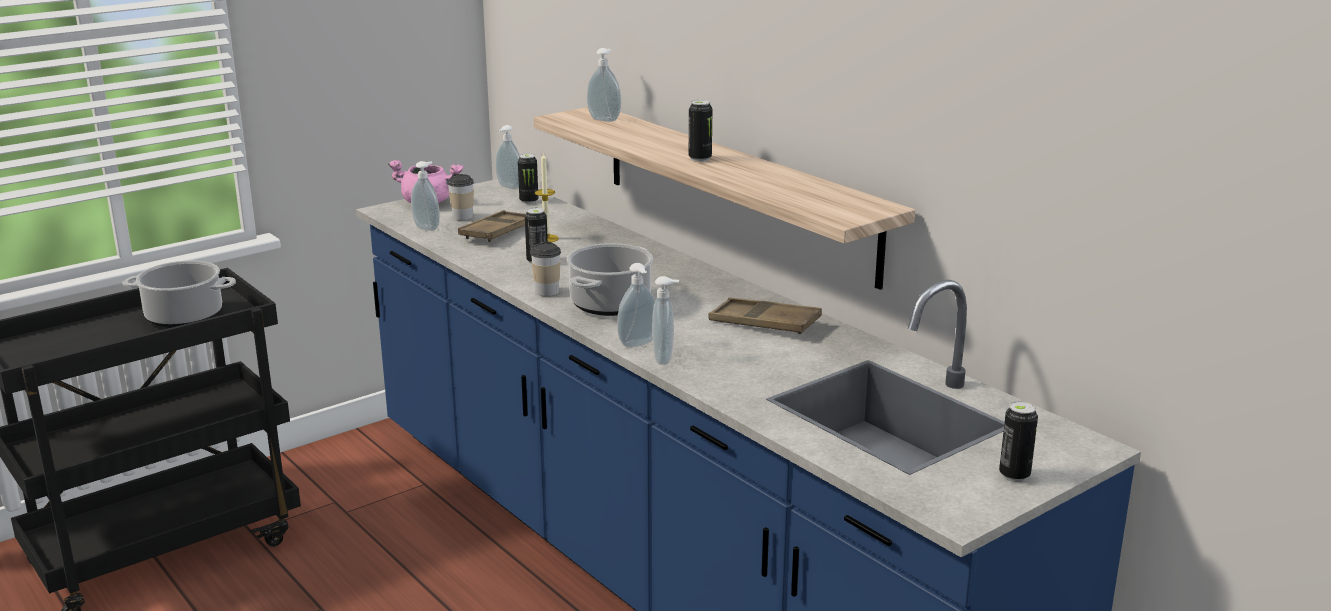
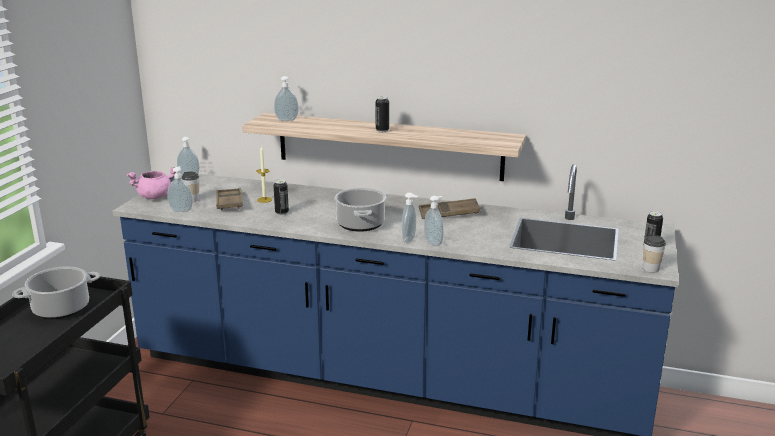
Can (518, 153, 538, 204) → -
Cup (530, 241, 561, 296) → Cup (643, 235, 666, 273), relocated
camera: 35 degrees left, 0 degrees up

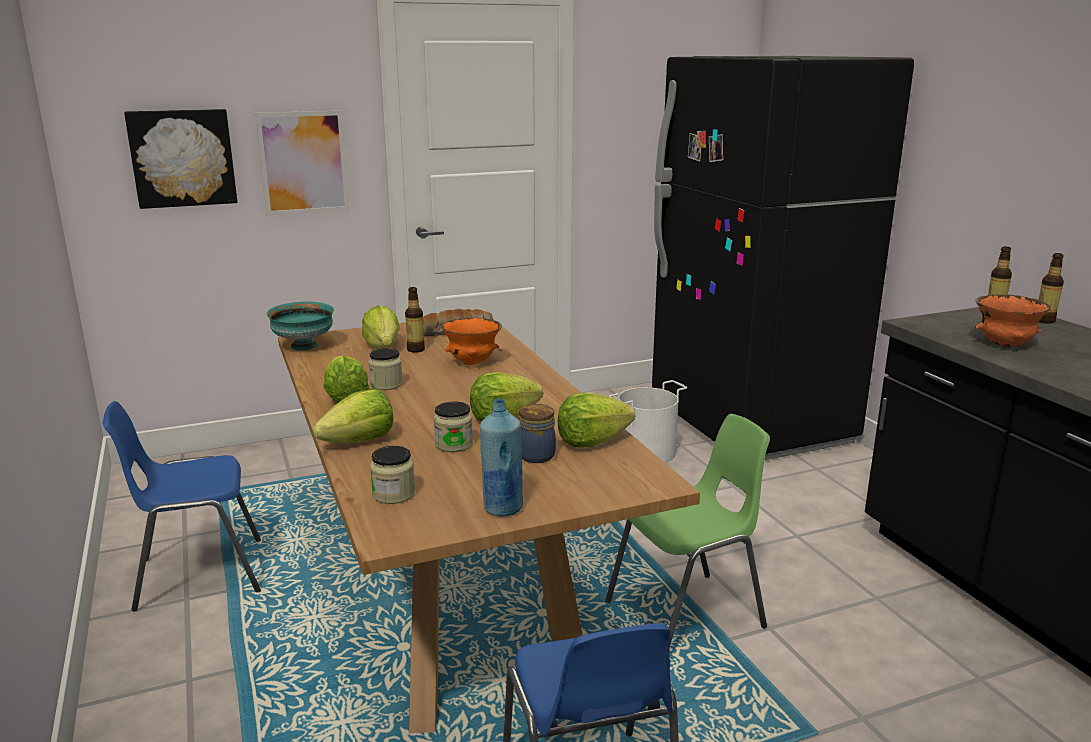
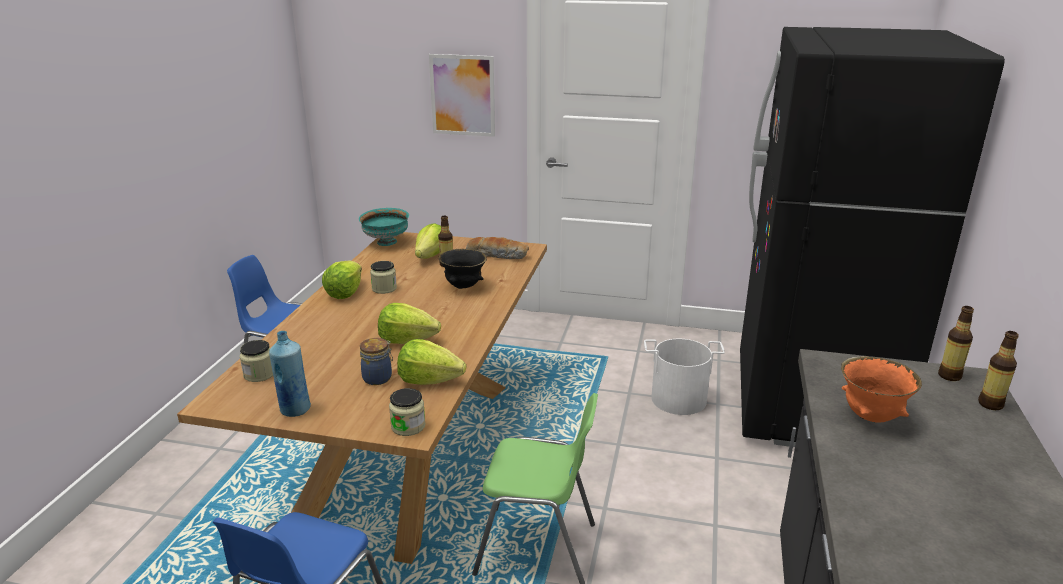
Picture (124, 109, 237, 209) → -
Lettuce (313, 389, 393, 443) → -
Jar (434, 402, 473, 452) → Jar (389, 388, 425, 436), relocated
OrangeBowl (442, 317, 502, 365) → BlackBowl (438, 249, 487, 289)
camera: 35 degrees right, 5 degrees up

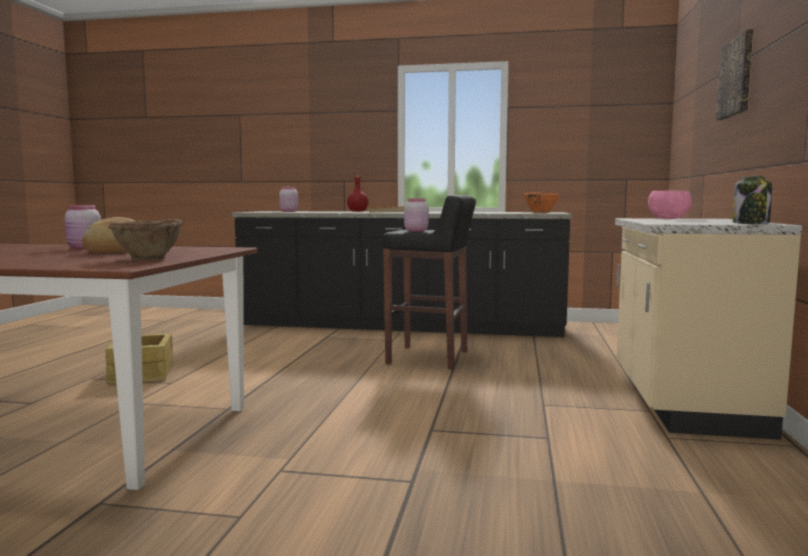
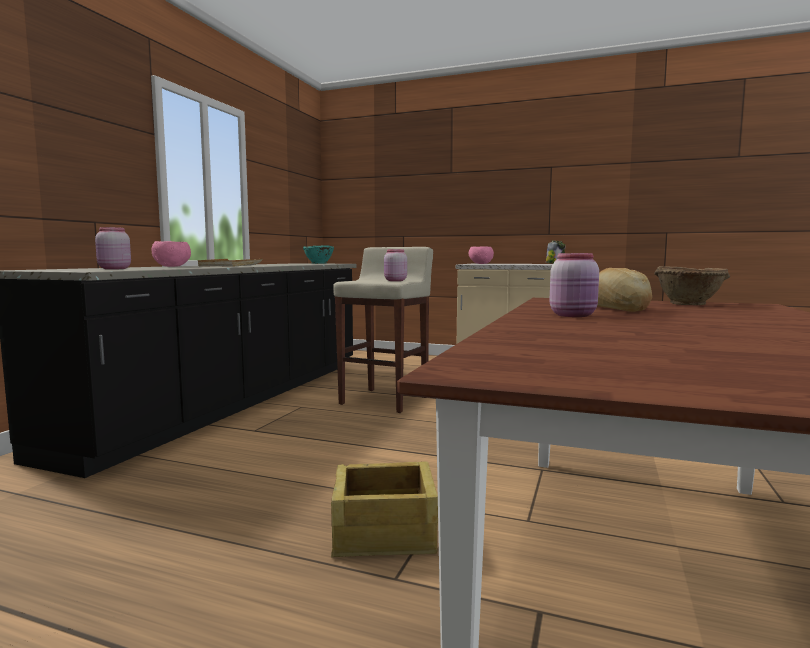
Picture (716, 29, 754, 120) → -
RedBottle (347, 174, 368, 212) → PinkBowl (152, 241, 191, 267)
BlackStool (382, 195, 476, 370) → BeigeStool (333, 247, 433, 413)
OrangeBowl (524, 192, 560, 213) → TurquoiseBowl (303, 245, 334, 264)
camera: 80 degrees left, 0 degrees up

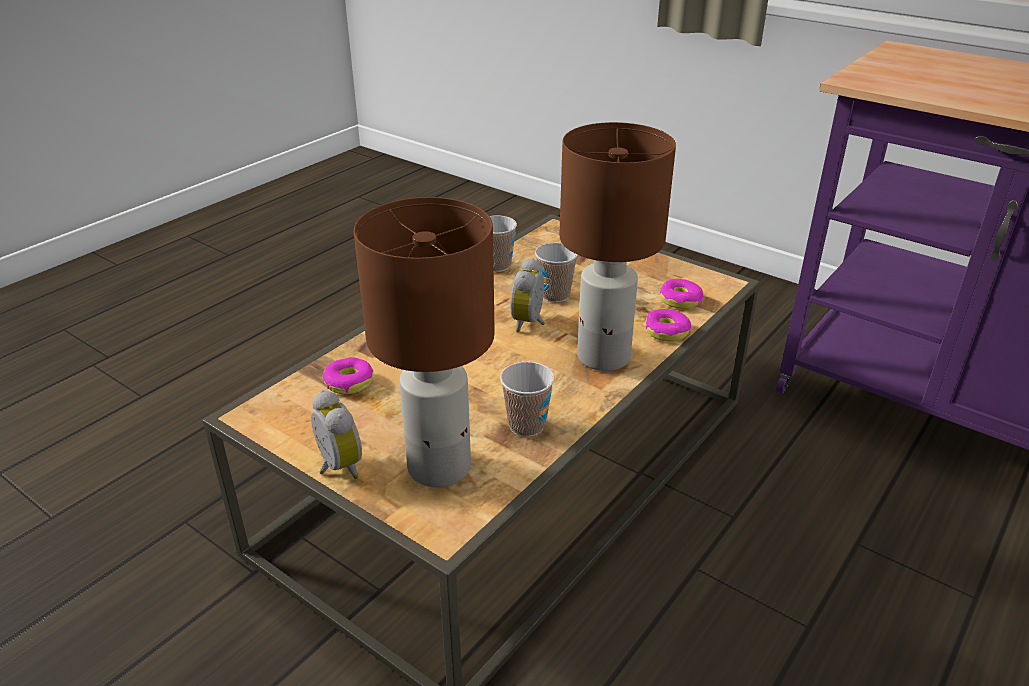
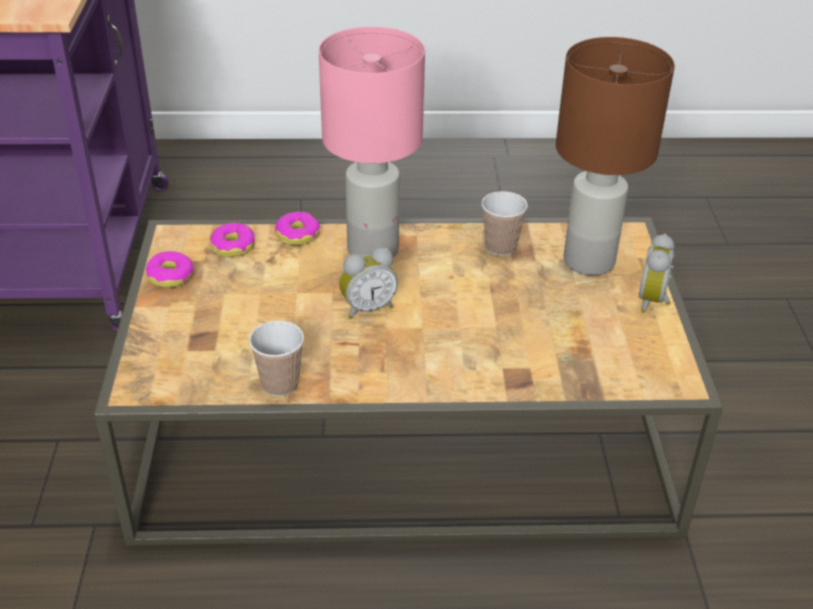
Cup (535, 242, 578, 302) → -
Donut (323, 357, 373, 394) → Donut (146, 251, 194, 288), relocated
BrownTableLamp (559, 122, 676, 371) → PinkTableLamp (319, 27, 425, 258)
camera: 130 degrees left, 5 degrees up

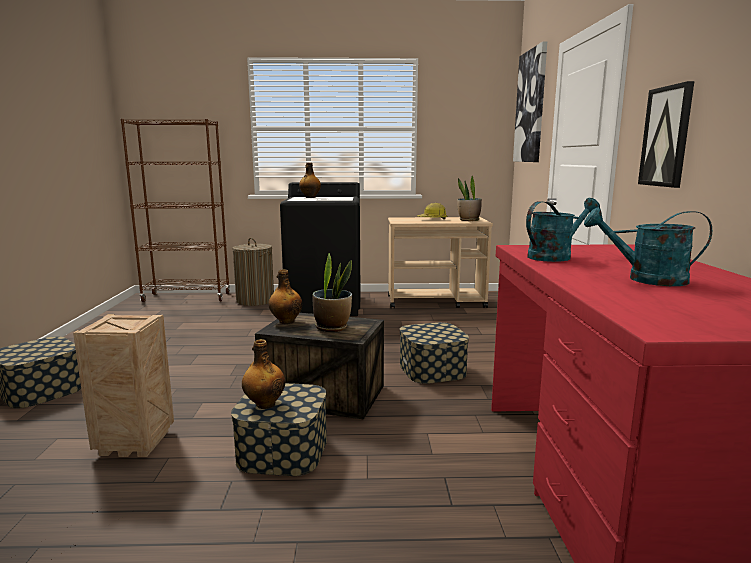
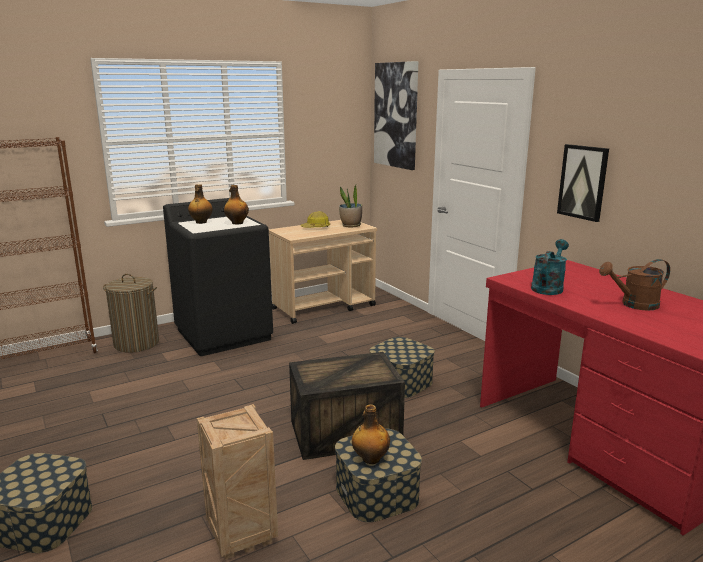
PottedPlant (313, 253, 352, 332) → -
Bottle (268, 269, 302, 324) → Bottle (224, 185, 249, 224), relocated
TurquoiseWateringCan (584, 207, 712, 286) → BrownWateringCan (599, 259, 670, 311)
camera: 30 degrees left, 5 degrees up

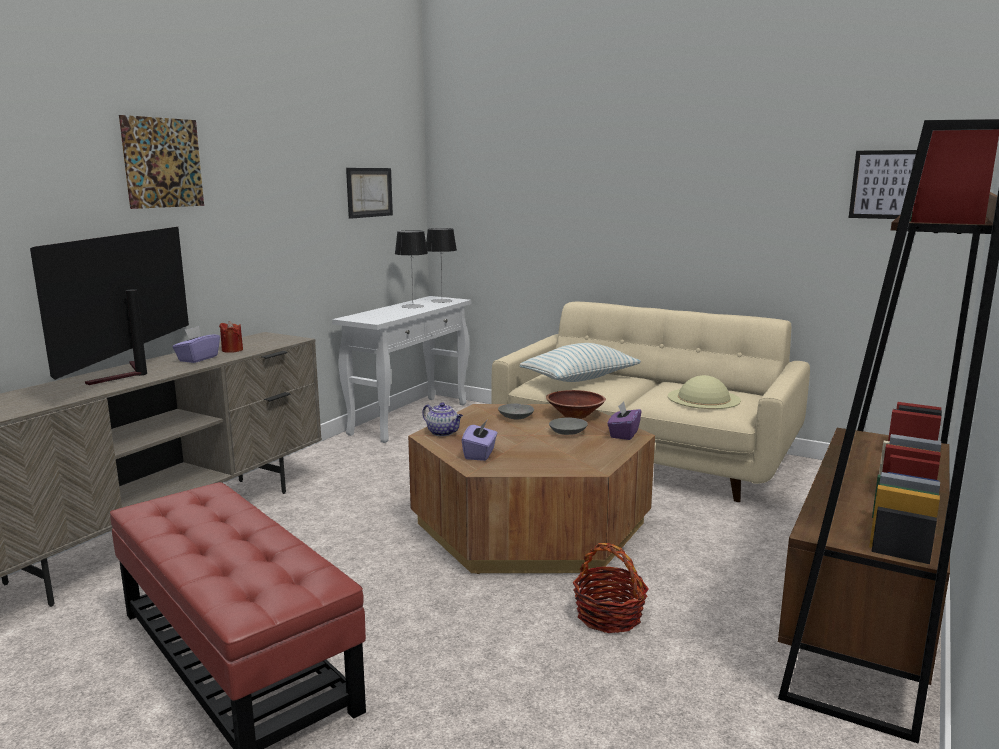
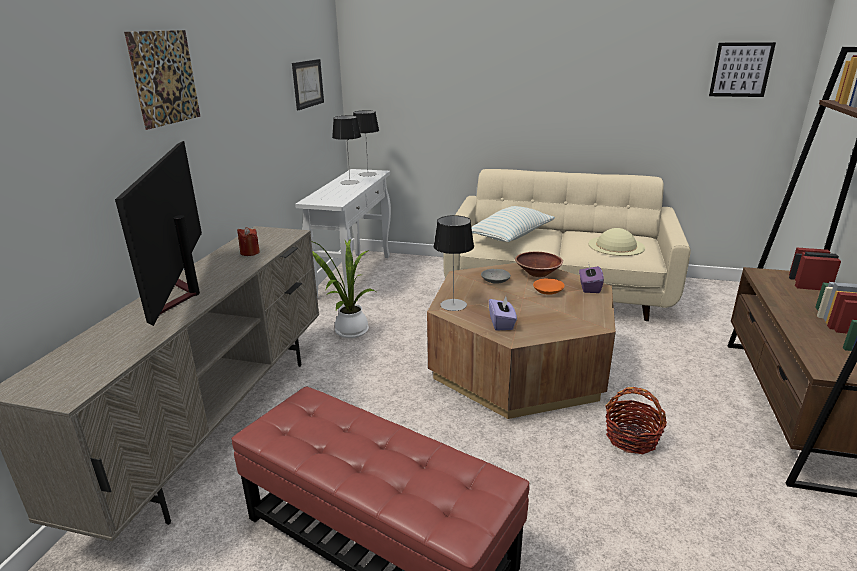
PurpleTissueBox (172, 326, 220, 363) → -
- → PottedPlant (311, 239, 376, 338)
Teapot (422, 402, 463, 436) → TableLamp (433, 215, 474, 311)
GreyBowl (549, 418, 588, 435) → OrangeBowl (533, 278, 565, 295)
camera: 15 degrees left, 10 degrees up

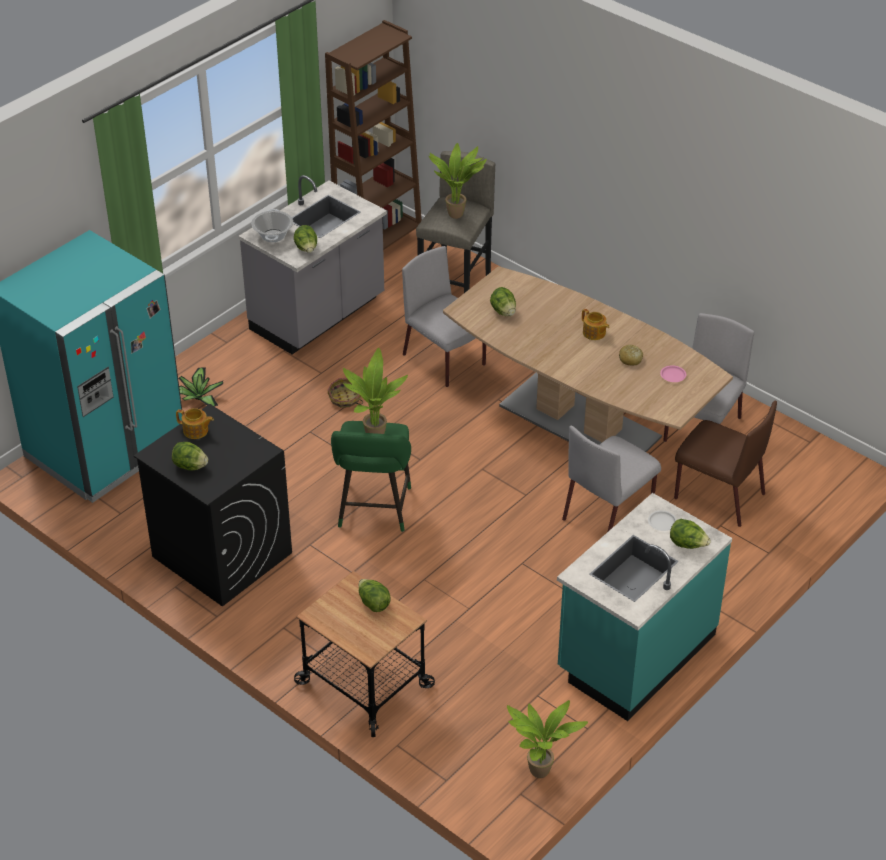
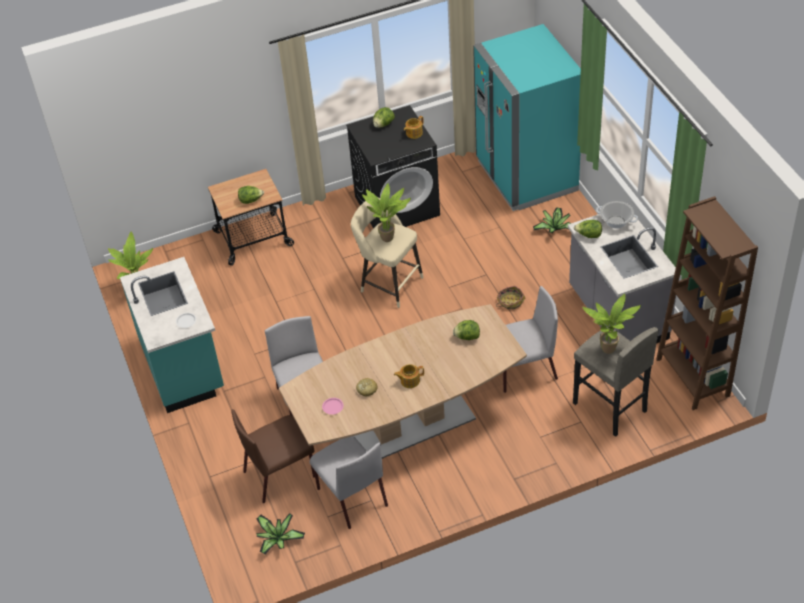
Lettuce (670, 519, 711, 549) → -
- → PottedPlant (256, 513, 305, 555)
GreenStool (331, 421, 411, 532) → BeigeStool (351, 197, 424, 308)
camera: 120 degrees right, 5 degrees up

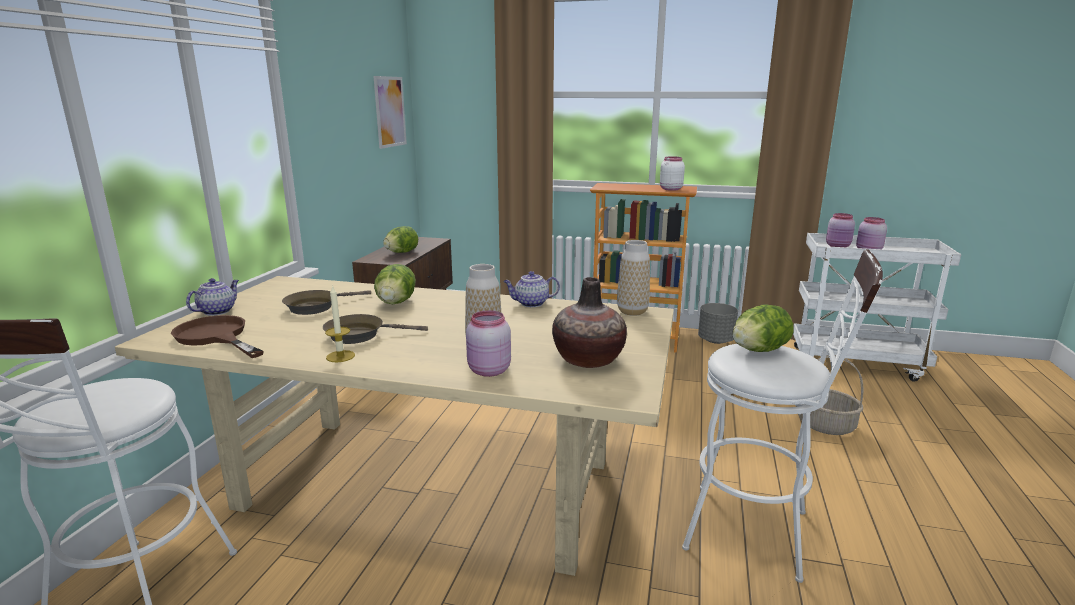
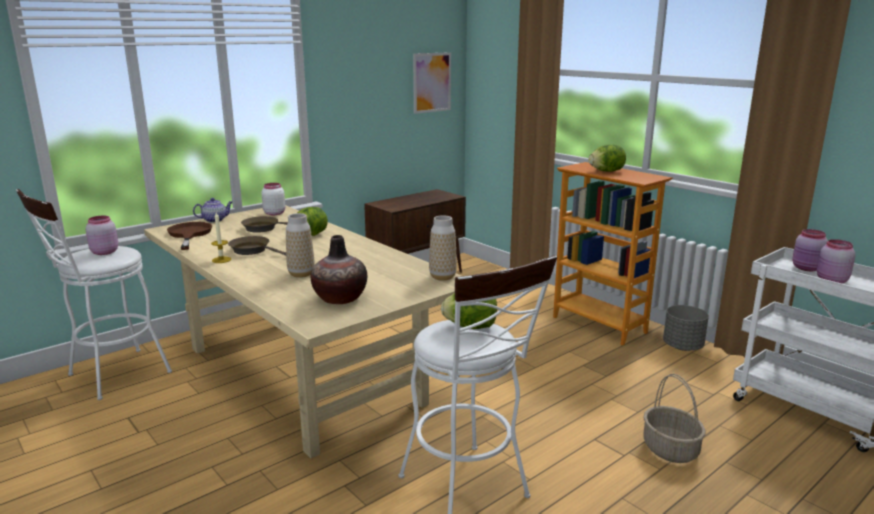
Teapot (503, 271, 560, 307) → -
Lettuce (383, 226, 418, 253) → Lettuce (588, 145, 626, 172), relocated
PinkJar (466, 310, 511, 377) → PinkJar (86, 215, 118, 255), relocated
WhiteJar (660, 156, 685, 191) → WhiteJar (261, 183, 285, 215), relocated
camera: 35 degrees right, 0 degrees up

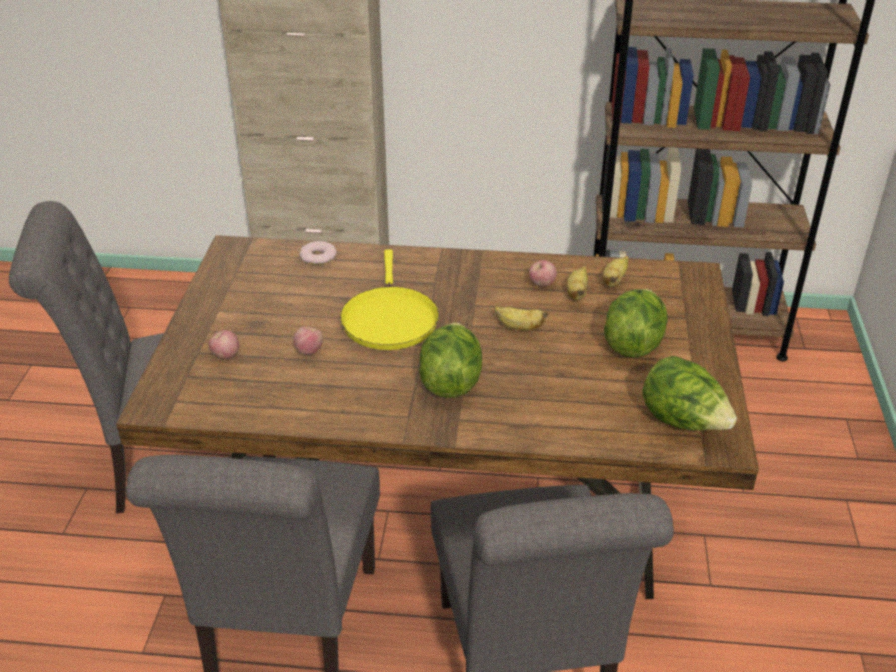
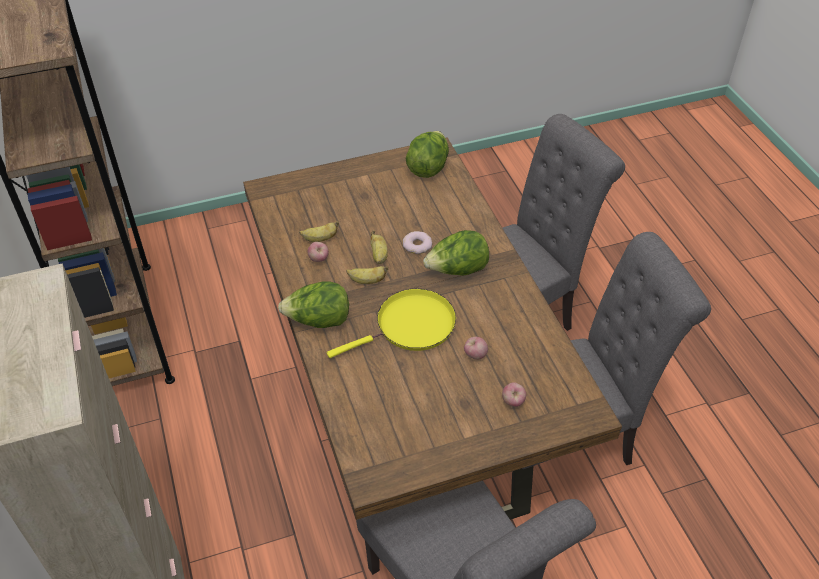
Donut (299, 241, 337, 265) → Donut (403, 231, 432, 254), relocated
Banana (603, 256, 629, 287) → Banana (346, 266, 388, 284), relocated
Lettuce (604, 289, 668, 358) → Lettuce (278, 281, 349, 328), relocated
camera: 115 degrees left, 10 degrees up

